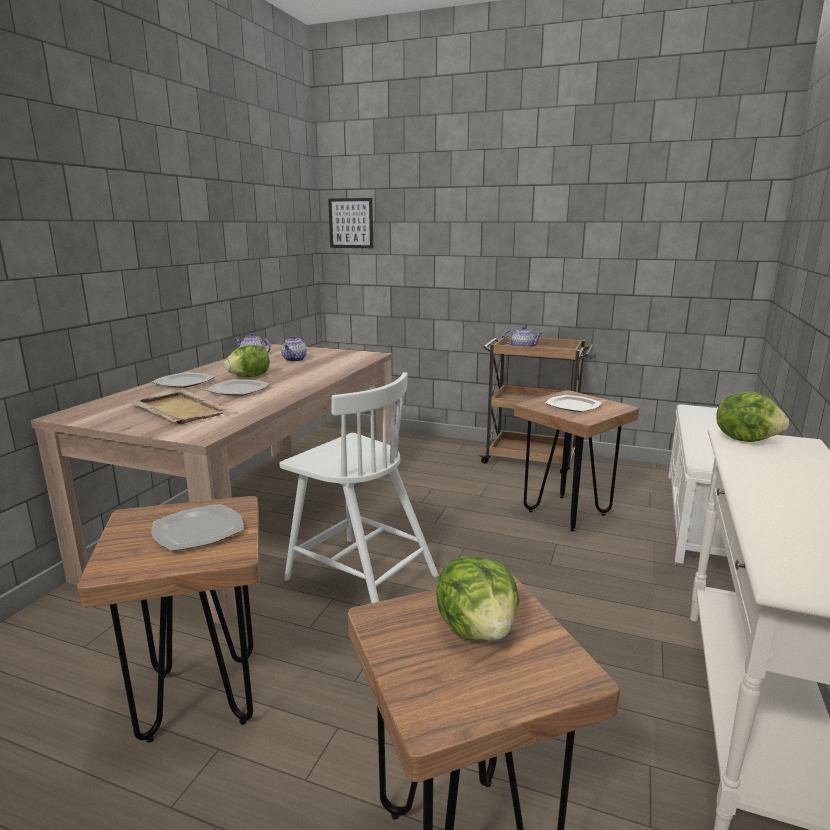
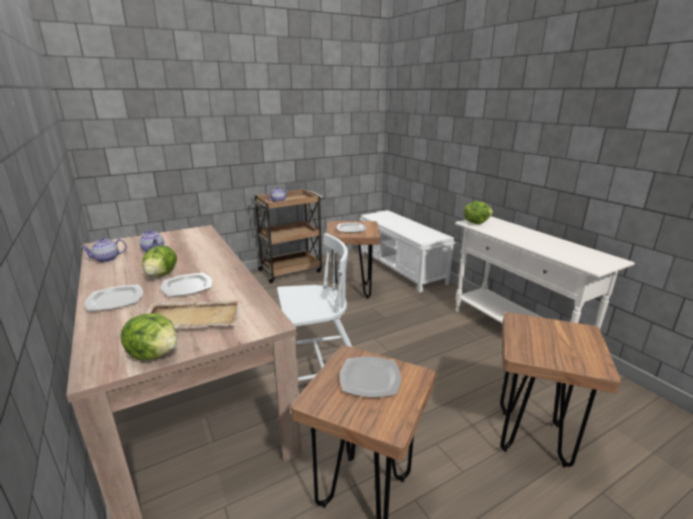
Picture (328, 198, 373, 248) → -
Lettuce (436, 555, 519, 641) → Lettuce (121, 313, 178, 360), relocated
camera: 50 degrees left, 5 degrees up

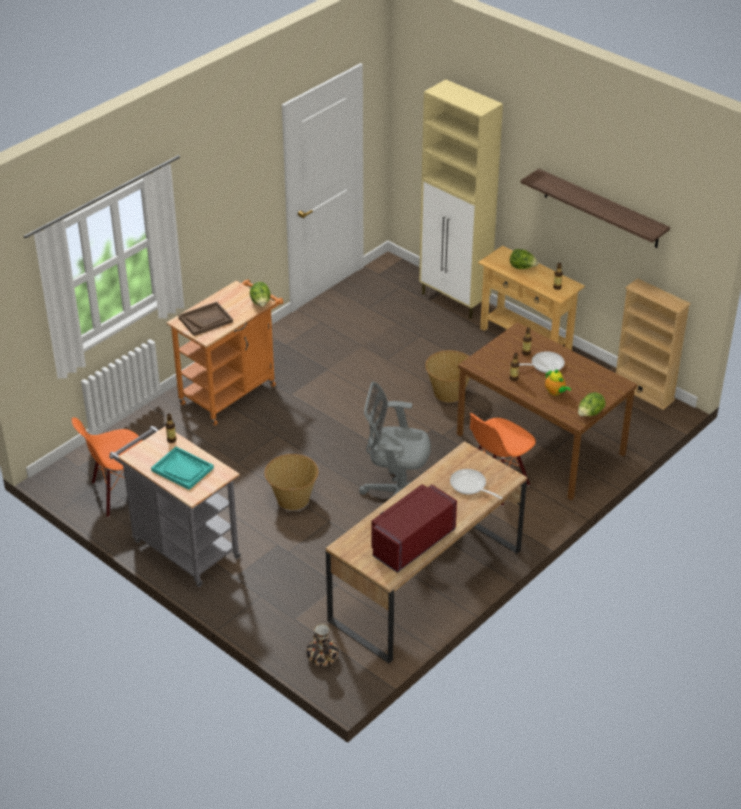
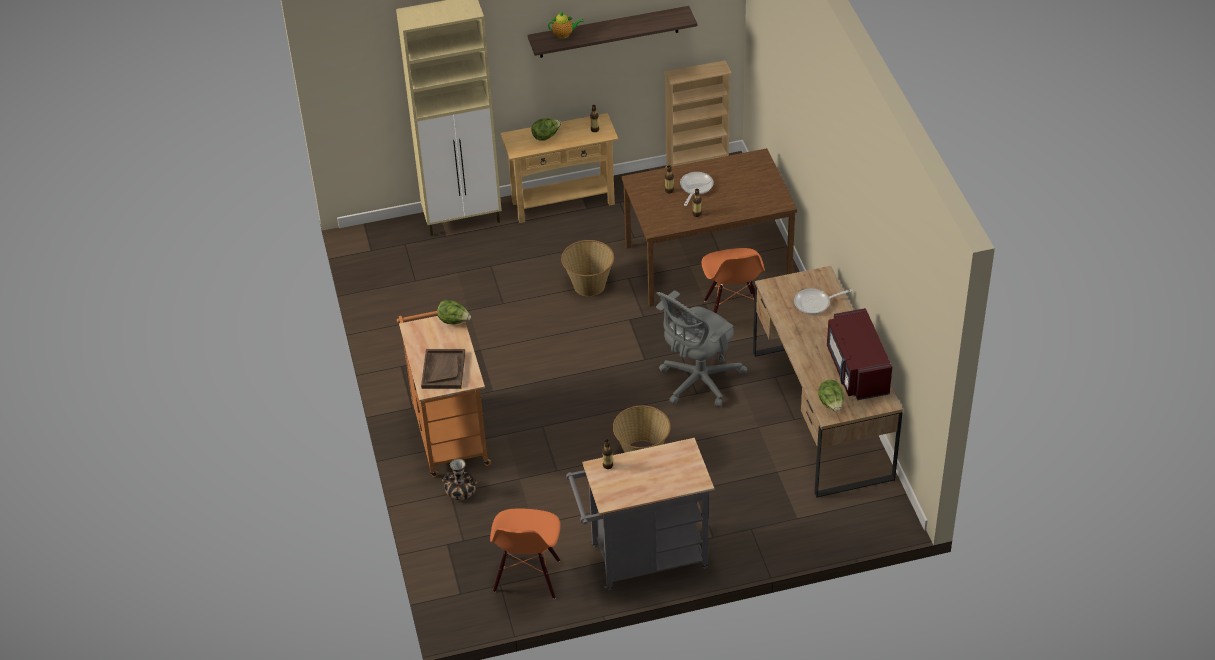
TurquoiseTray (151, 447, 214, 490) → -
Vase (306, 623, 339, 667) → Vase (442, 458, 477, 500), relocated
Teapot (545, 369, 571, 396) → Teapot (548, 12, 583, 39), relocated
Lettuce (578, 392, 605, 416) → Lettuce (818, 380, 844, 412), relocated
camera: 55 degrees left, 5 degrees up

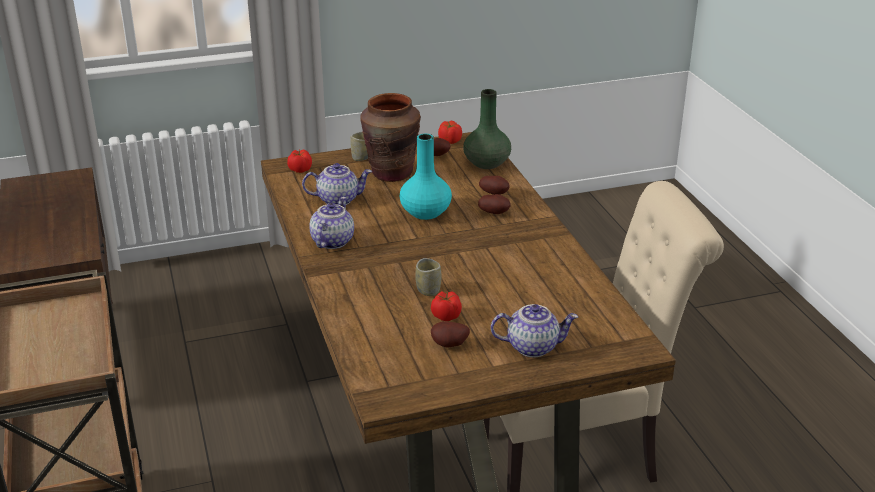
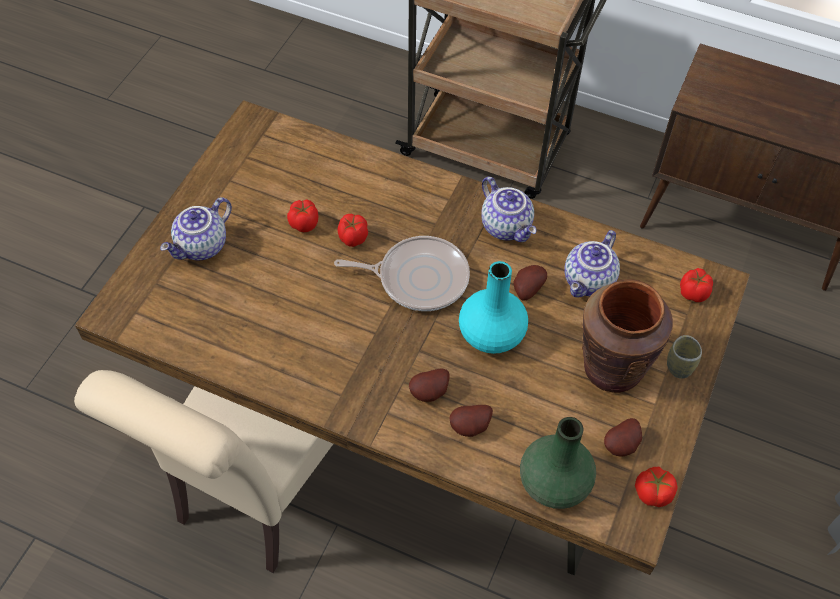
- → FryingPan (334, 236, 470, 311)
Potato (431, 321, 470, 348) → Potato (513, 265, 547, 301), relocated
Cup (415, 258, 442, 296) → Tomato (337, 214, 368, 247)
camera: 130 degrees right, 25 degrees up

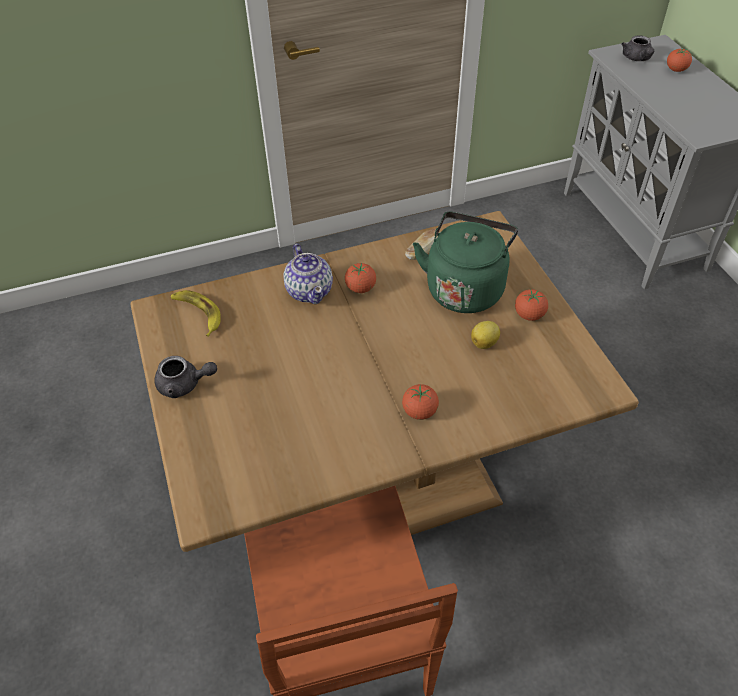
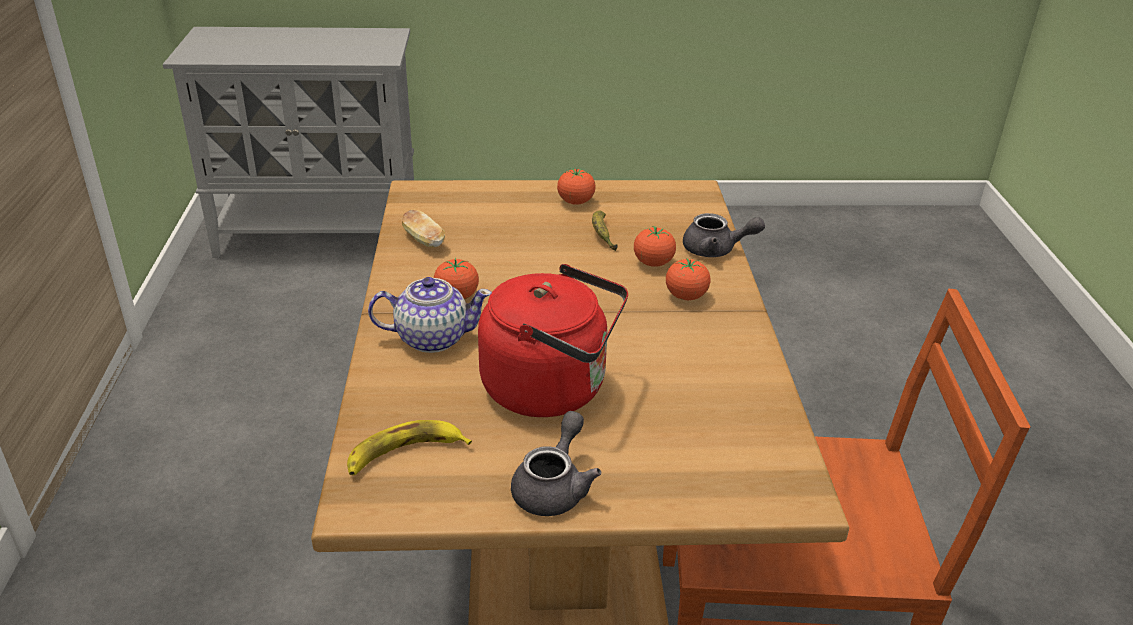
GreenKettle (413, 212, 518, 313) → -
- → RedKettle (478, 264, 628, 417)
GreyTeapot (621, 35, 654, 61) → GreyTeapot (683, 213, 765, 257), relocated
Tomato (667, 49, 692, 72) → Tomato (634, 226, 676, 267), relocated
Lemon (471, 321, 500, 349) → Banana (592, 211, 618, 251)
camera: 75 degrees left, 15 degrees down

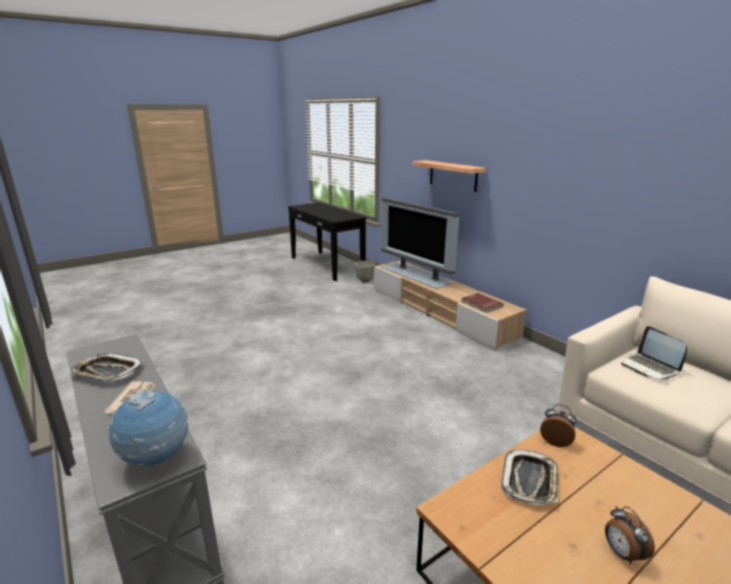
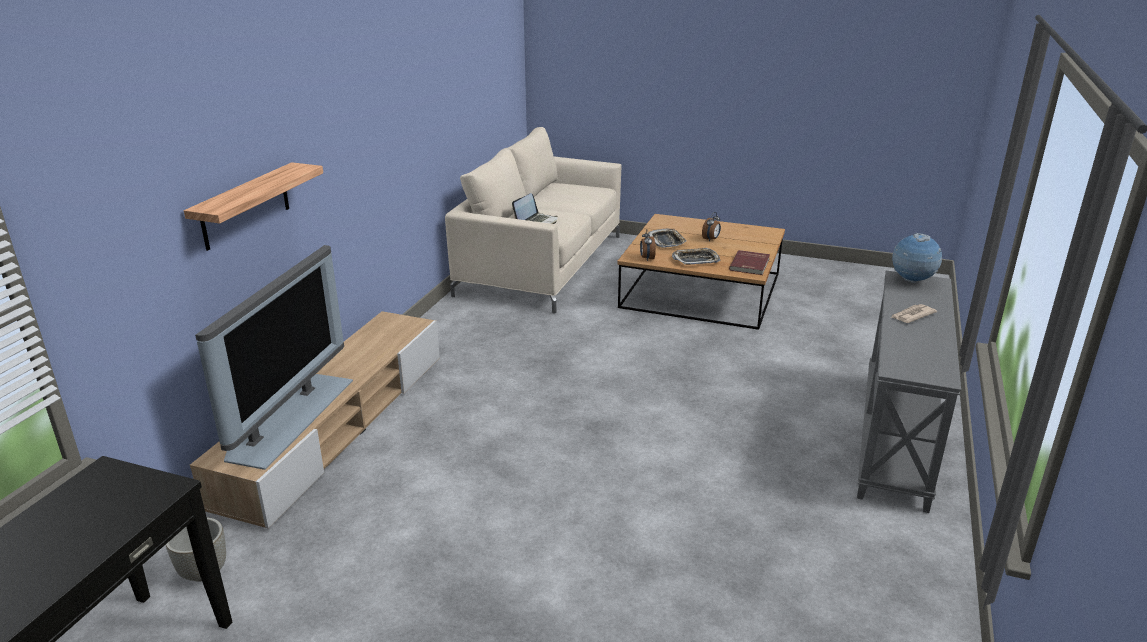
Tray (68, 353, 143, 381) → Tray (647, 229, 687, 248), relocated
RedBook (461, 293, 504, 313) → RedBook (729, 250, 770, 275), relocated
camera: 125 degrees left, 5 degrees up

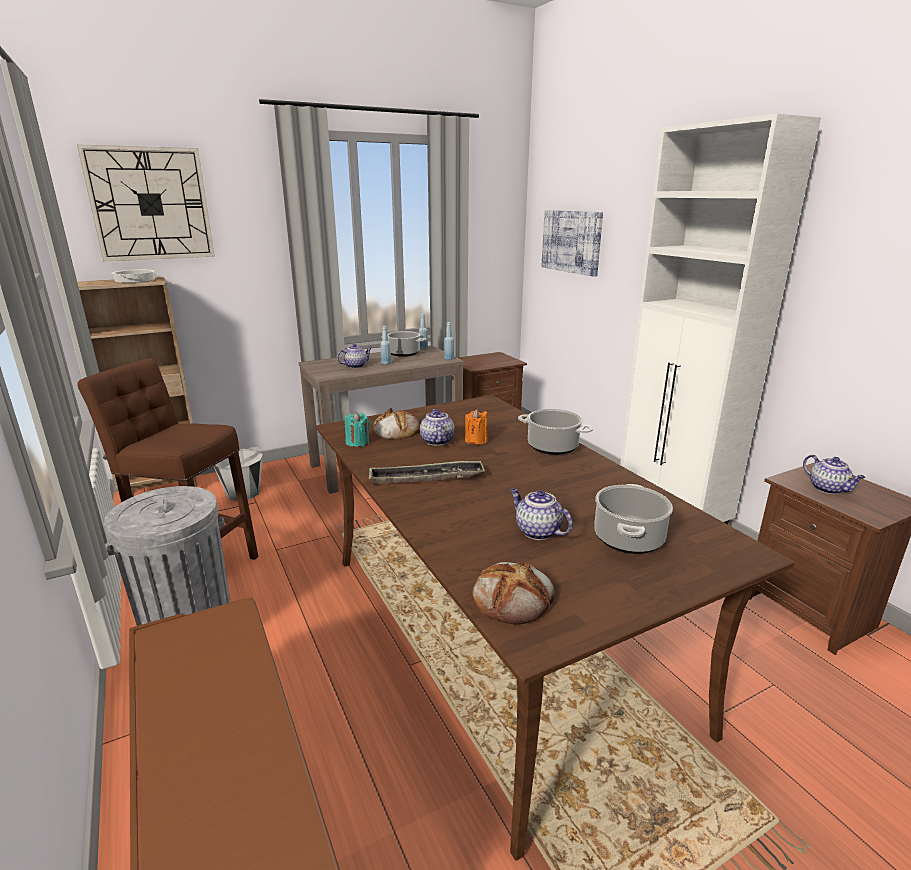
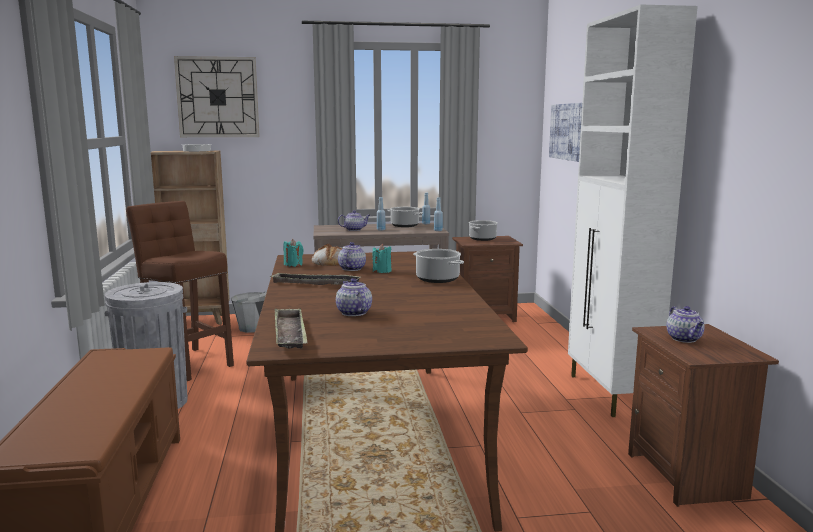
CookingPot (594, 484, 673, 554) → CookingPot (469, 220, 498, 241), relocated
Bread (472, 562, 555, 625) → Tray (275, 308, 308, 349)
OrangeCandle (465, 409, 488, 445) → TurquoiseCandle (372, 244, 392, 273)
camera: 20 degrees right, 10 degrees down

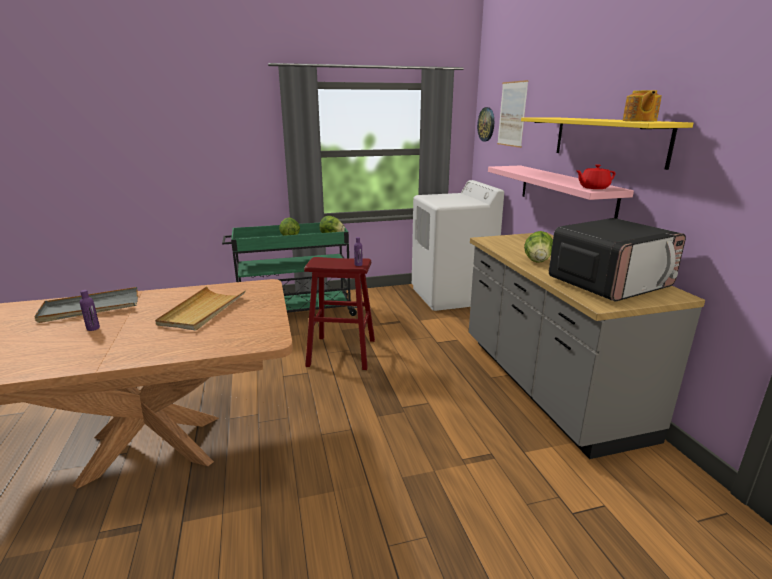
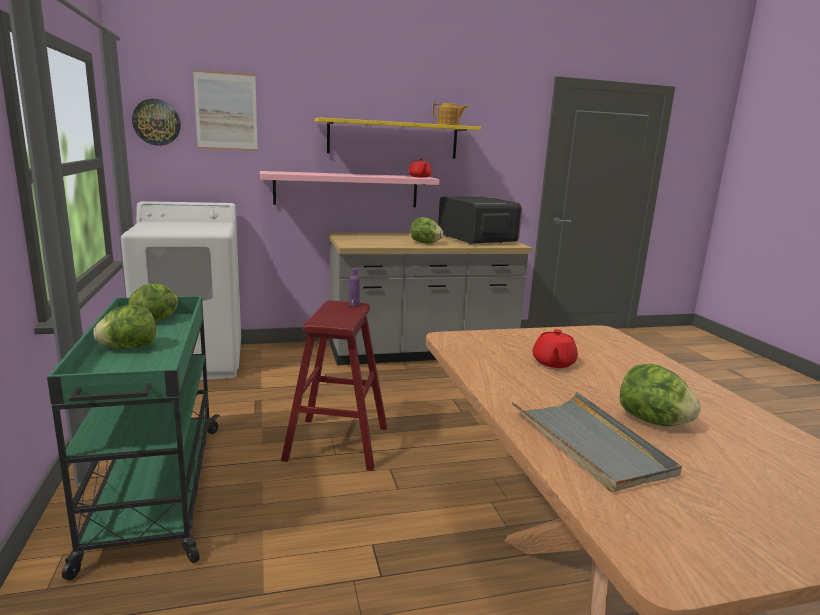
PurpleBottle (80, 290, 100, 331) → Lettuce (620, 364, 701, 426)
BeigeTray (155, 286, 246, 331) → RedTeapot (532, 329, 578, 368)
camera: 90 degrees left, 5 degrees down

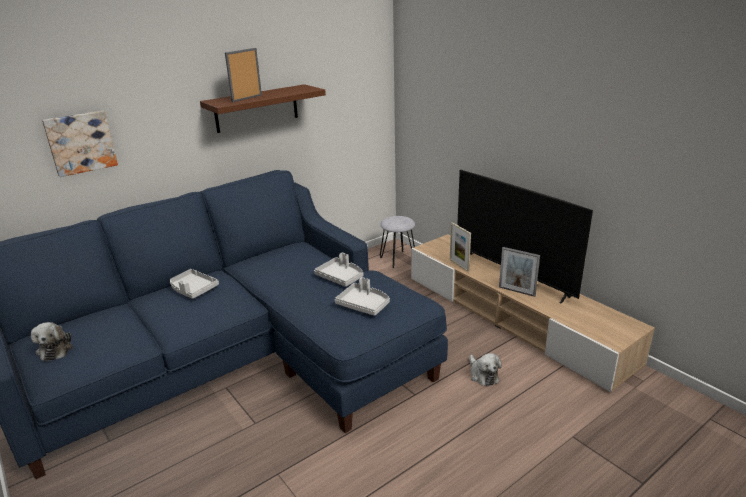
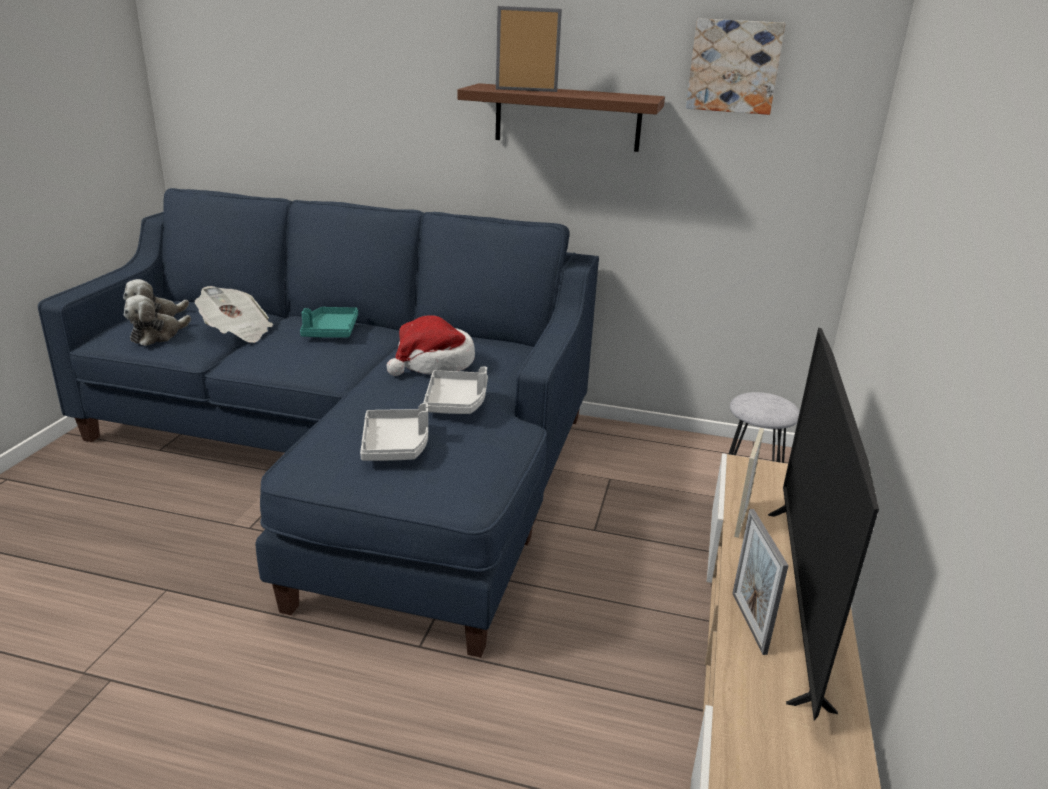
- → Newspaper (195, 286, 273, 343)
- → Hat (387, 316, 475, 376)
Picture (42, 111, 118, 177) → Picture (686, 18, 785, 115), relocated
PlushToy (469, 353, 502, 386) → PlushToy (124, 295, 191, 346), relocated
GreyTray (170, 269, 219, 299) → TurquoiseTray (300, 307, 358, 338)
camera: 50 degrees right, 0 degrees up

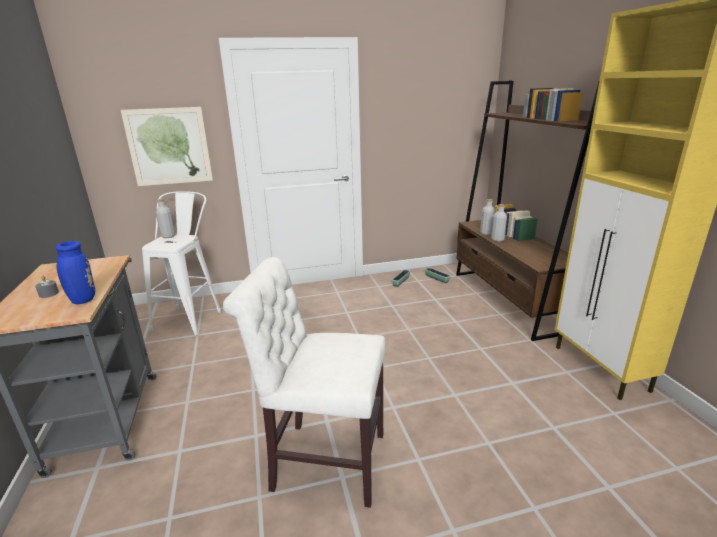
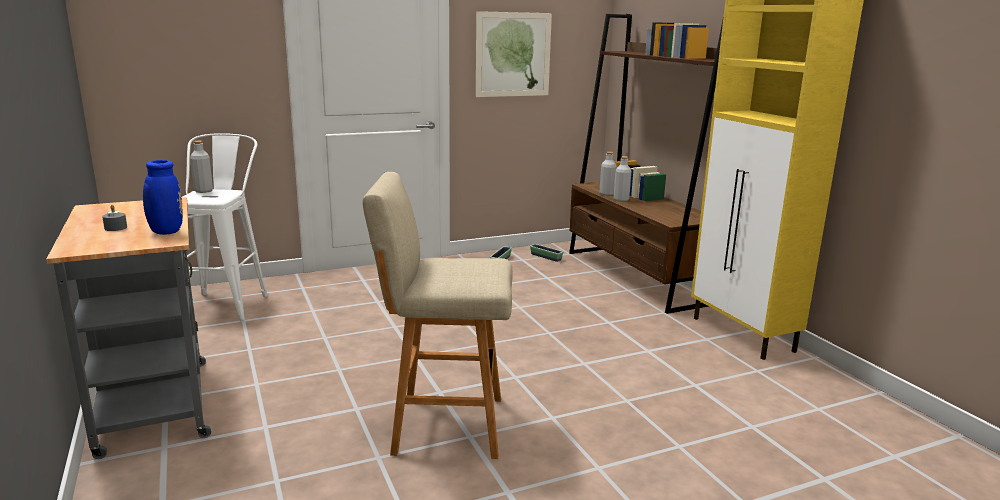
Picture (121, 107, 213, 186) → Picture (476, 11, 552, 97), relocated
WhiteChair (223, 257, 385, 508) → BeigeStool (362, 172, 513, 459)
camera: 10 degrees left, 5 degrees down

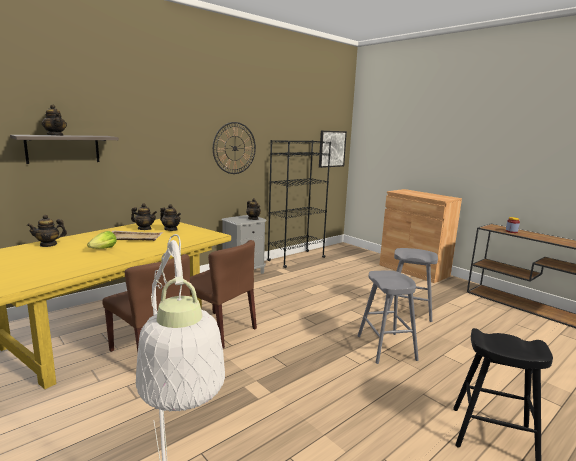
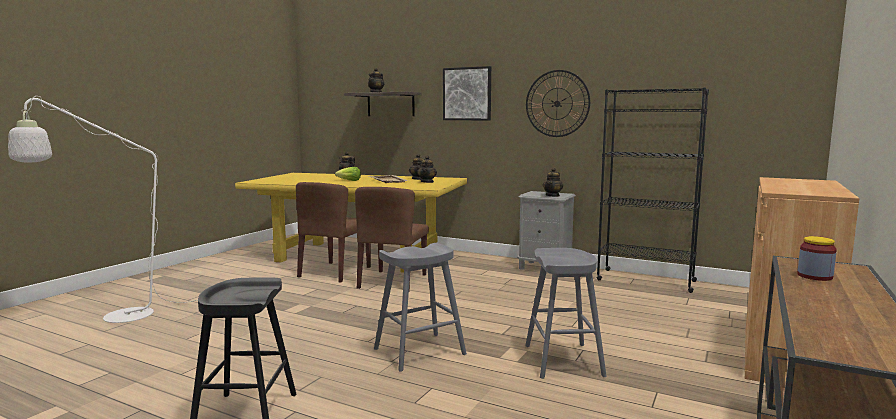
Picture (319, 131, 347, 168) → Picture (443, 66, 491, 120), relocated
camera: 70 degrees right, 5 degrees down

